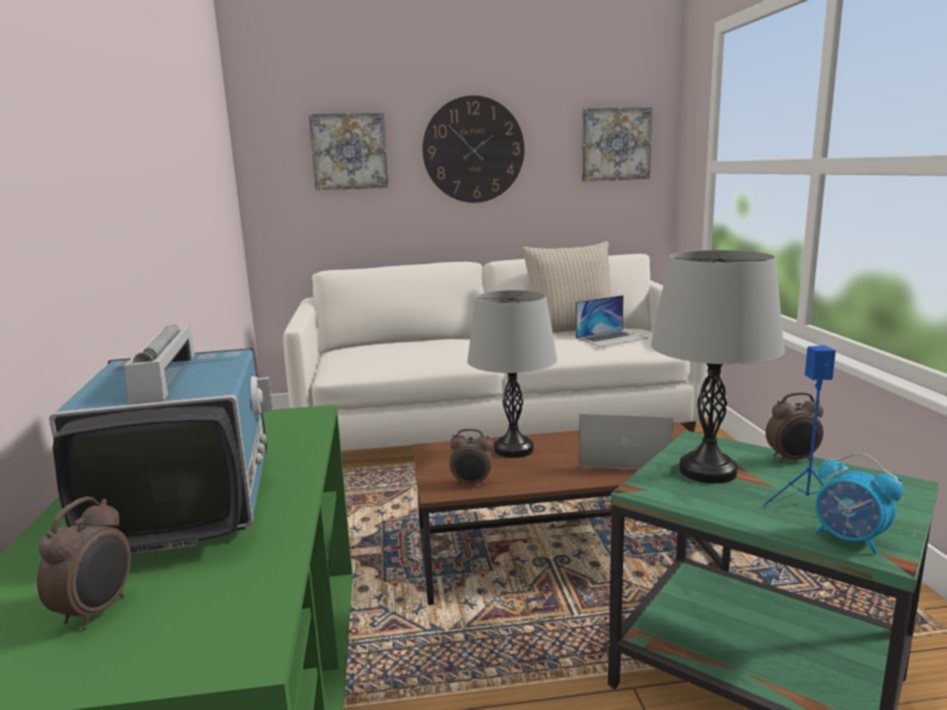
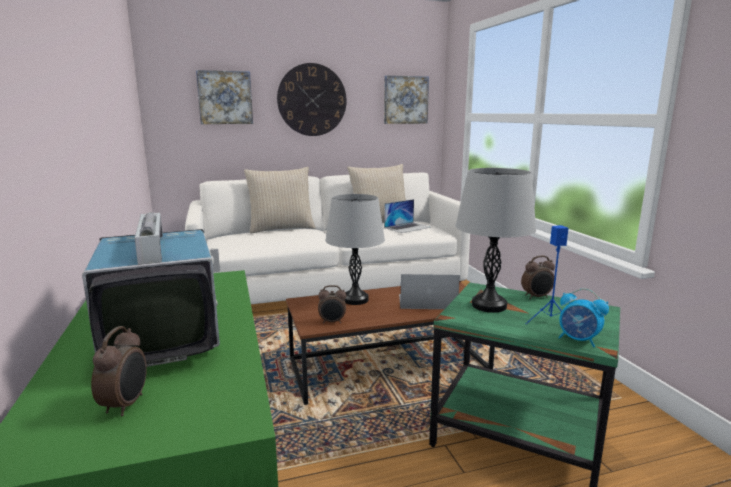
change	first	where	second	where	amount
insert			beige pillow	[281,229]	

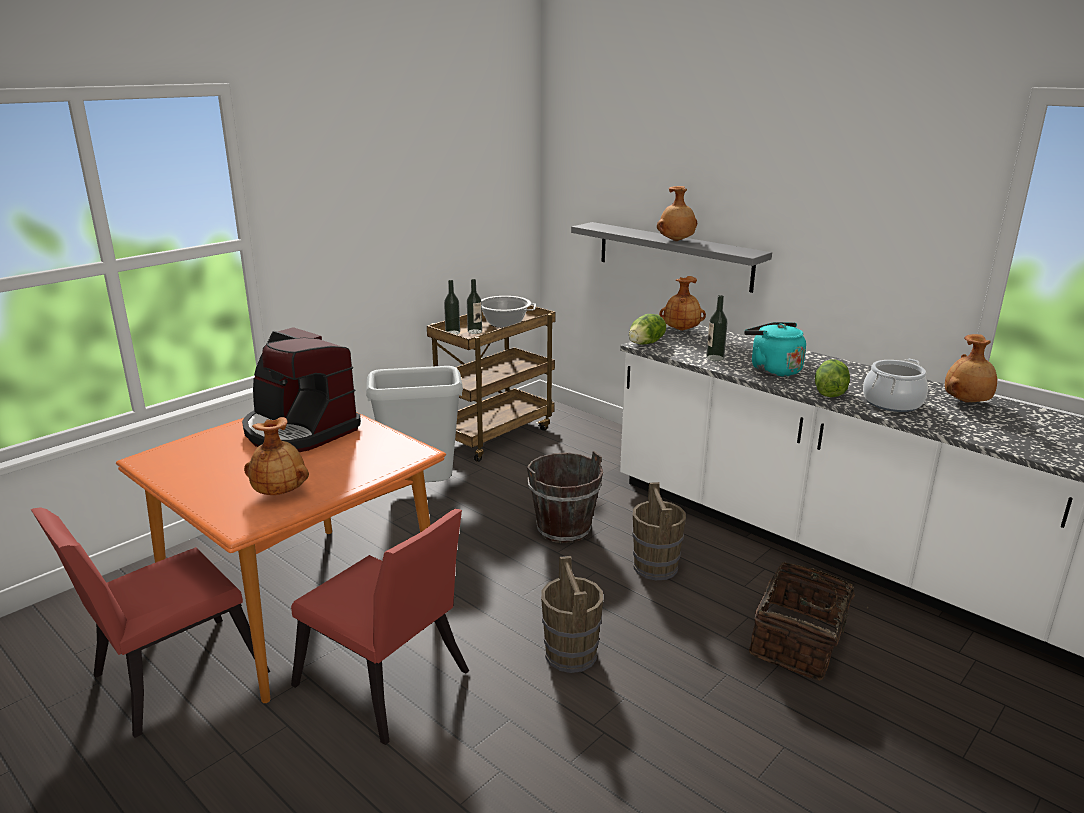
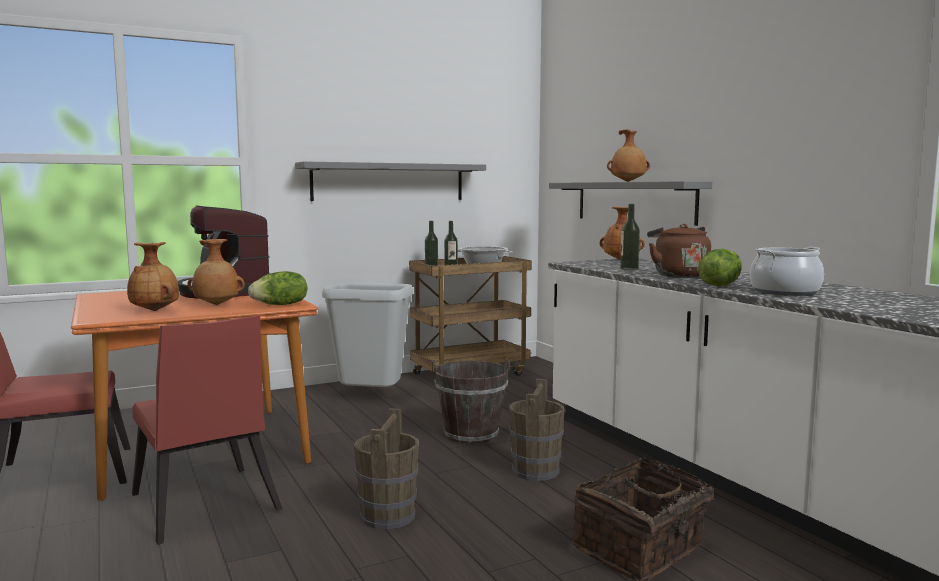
change	first	where	second	where	amount
move	lettuce	[646,343]		[281,305]	
recolor	turquoise kettle	[772,370]	brown kettle	[678,275]	
move	brown vase	[967,402]		[216,305]	
insert			grey shelf	[389,182]	

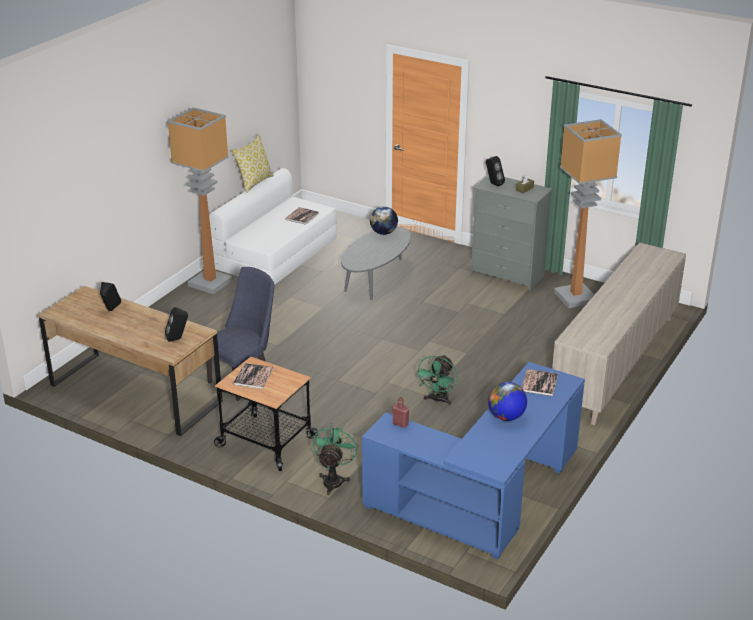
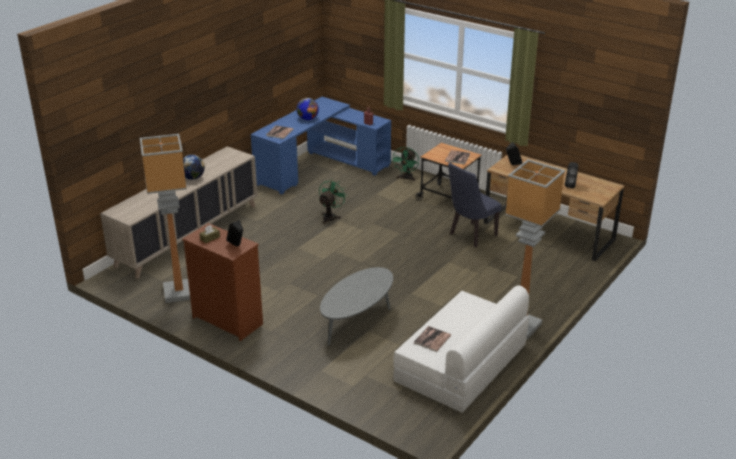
change	first	where	second	where	amount
delete	pillow	[254,182]			
move	globe	[383,233]		[193,178]	
recolor	grey dresser	[507,275]	brown dresser	[227,320]	

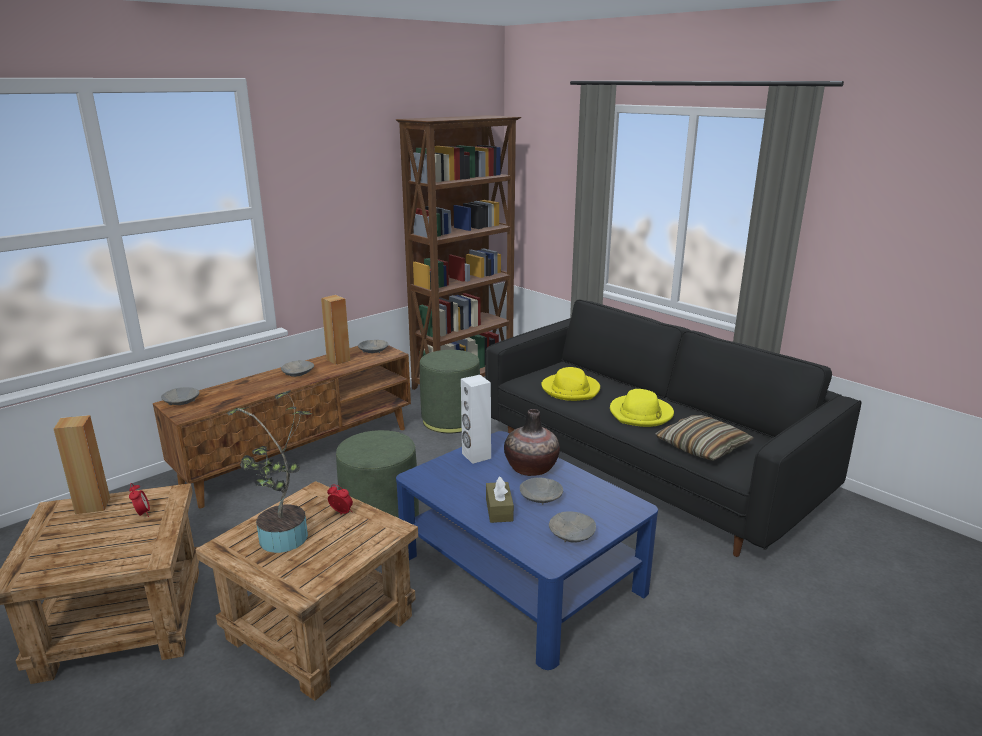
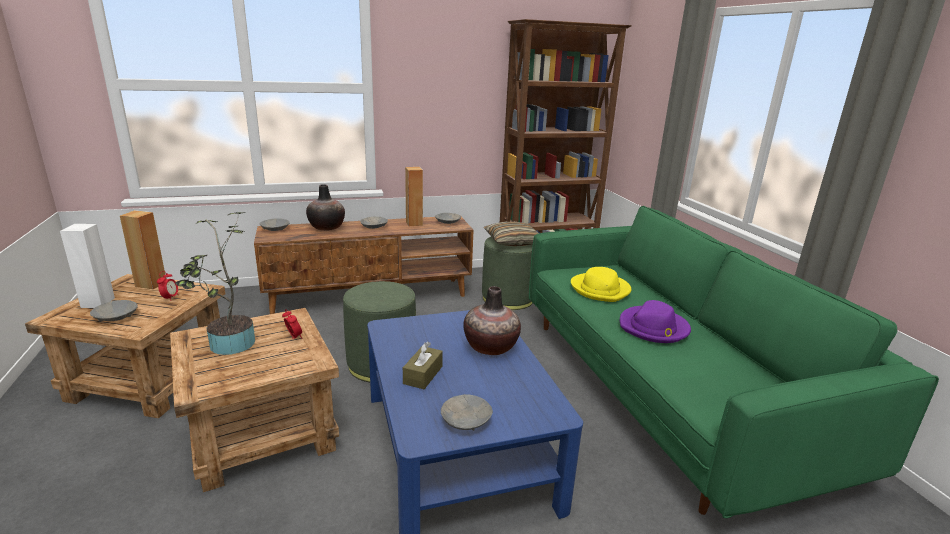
change	first	where	second	where	amount
move	white speaker	[476,456]		[97,302]	
recolor	black sofa	[647,468]	green sofa	[663,389]	
move	grey bowl	[541,498]		[116,317]	
recolor	yellow hat	[641,414]	purple hat	[653,328]	
move	pillow	[702,447]		[513,242]	
insert			vase	[326,227]	

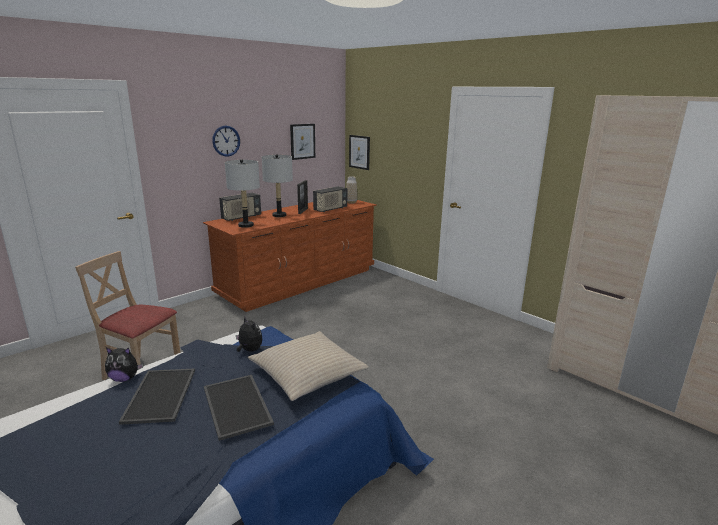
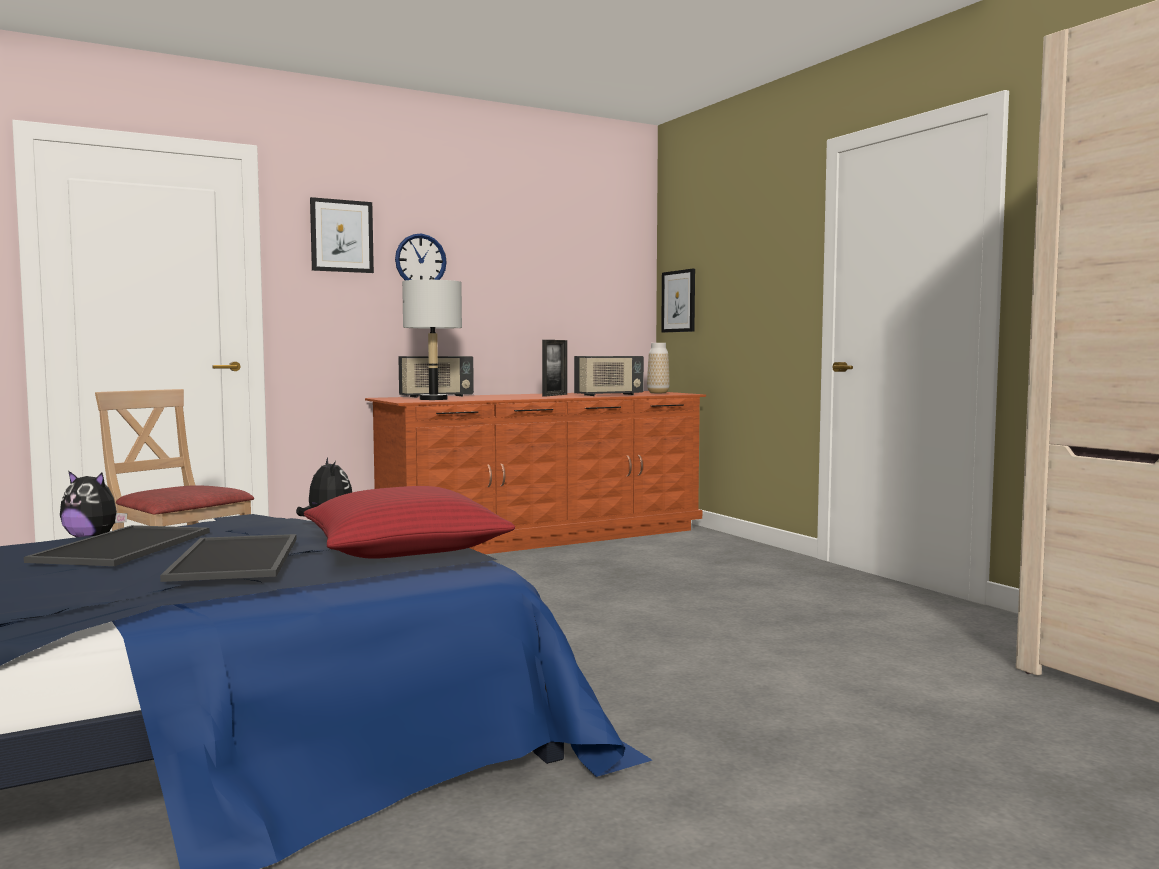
change	first	where	second	where	amount
recolor	beige pillow	[307,374]	red pillow	[405,548]	
delete	grey table lamp	[279,215]			
move	picture	[302,141]		[341,236]	

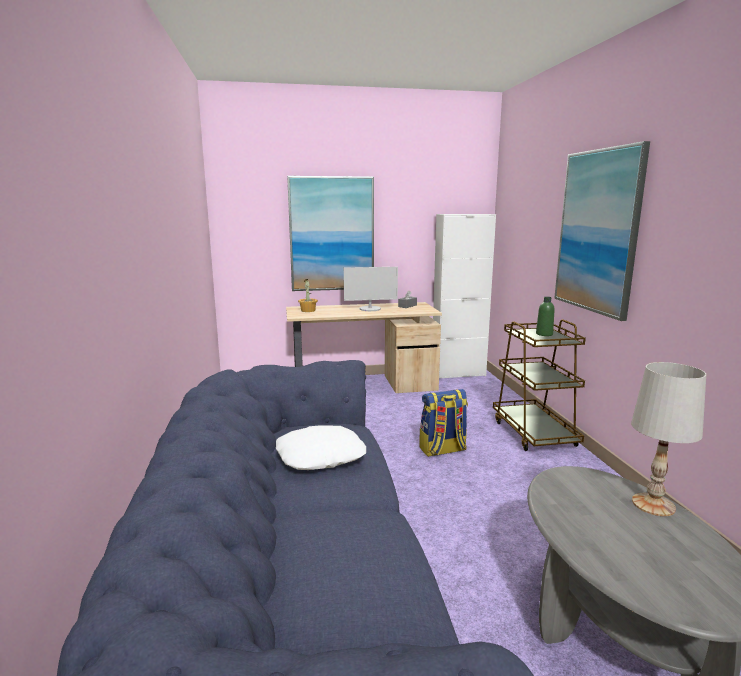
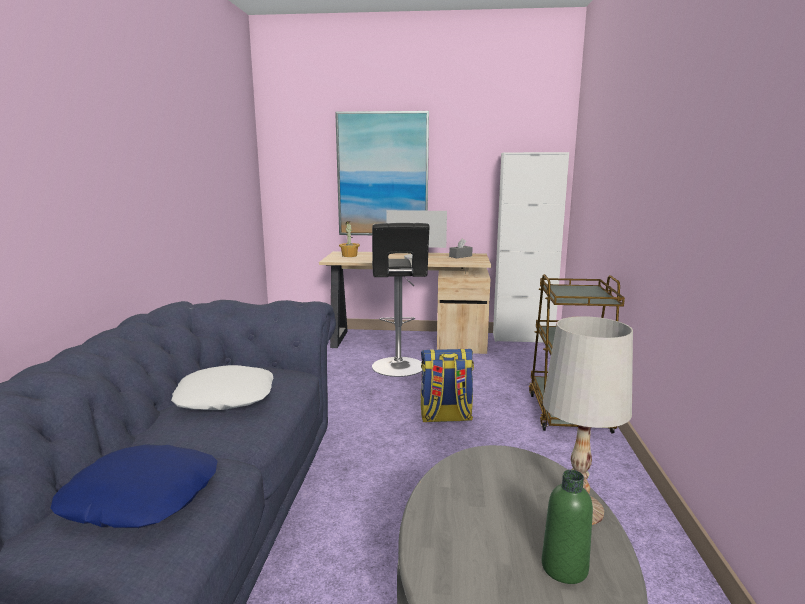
change	first	where	second	where	amount
move	green bottle	[544,334]		[564,567]	
delete	picture	[597,231]			
insert			blue pillow	[142,497]	
insert			black stool	[398,368]	

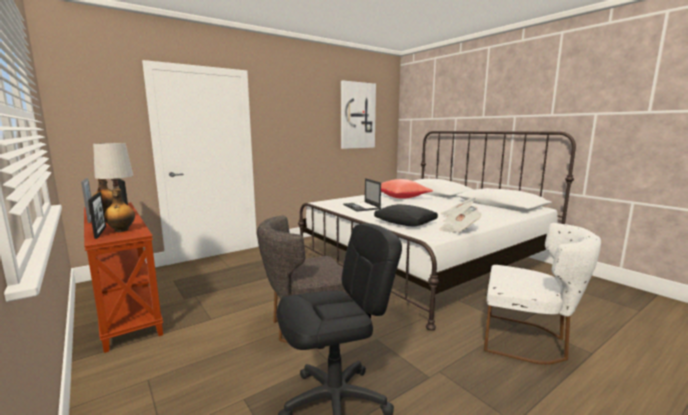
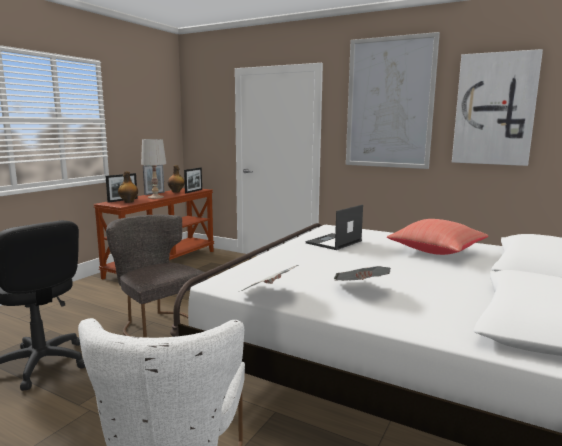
change	first	where	second	where	amount
delete	black pillow	[405,223]			
insert			picture	[389,103]	

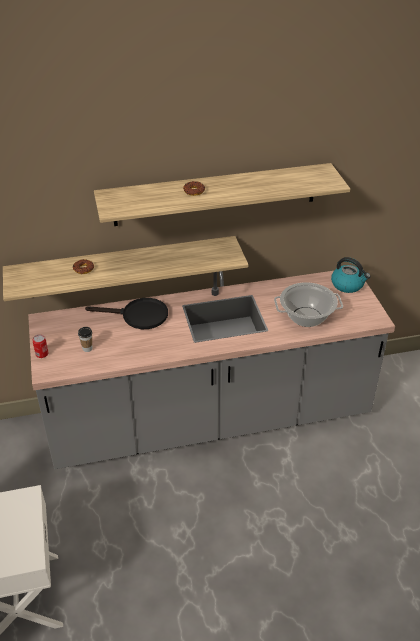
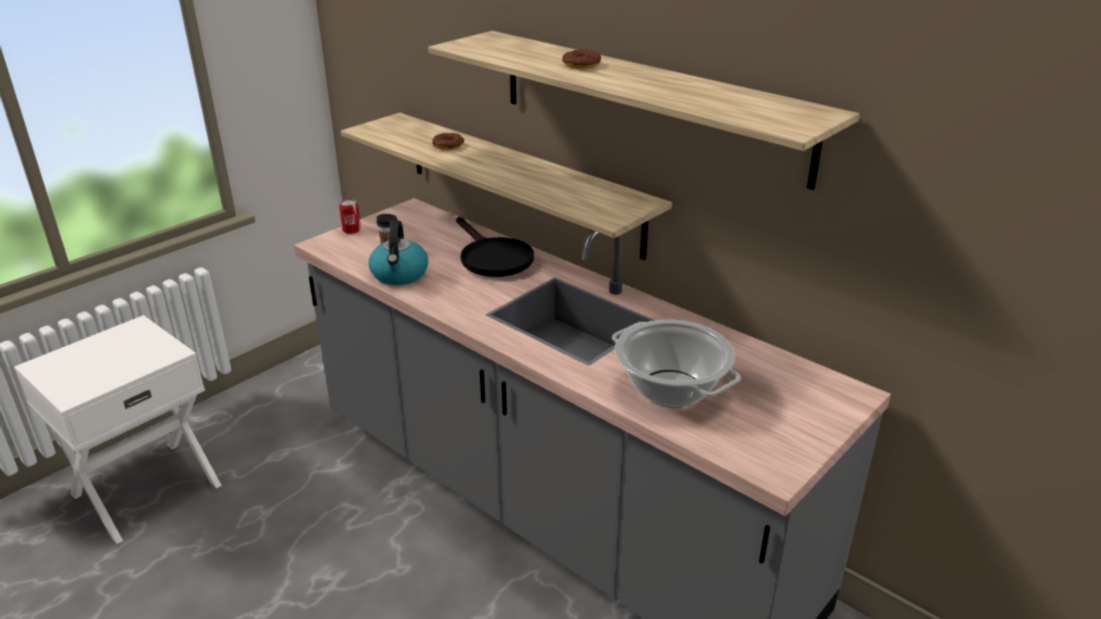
change	first	where	second	where	amount
move	kettle	[348,285]		[400,274]	

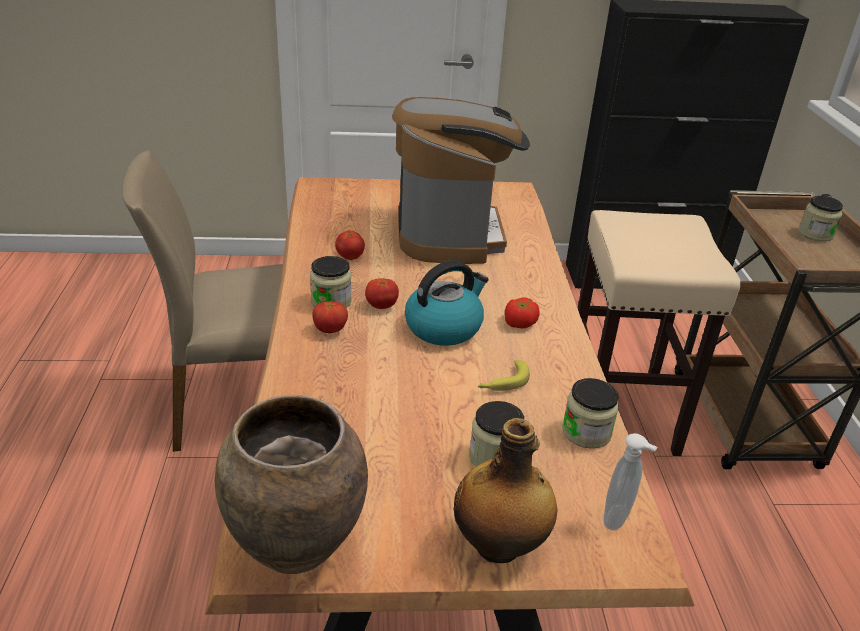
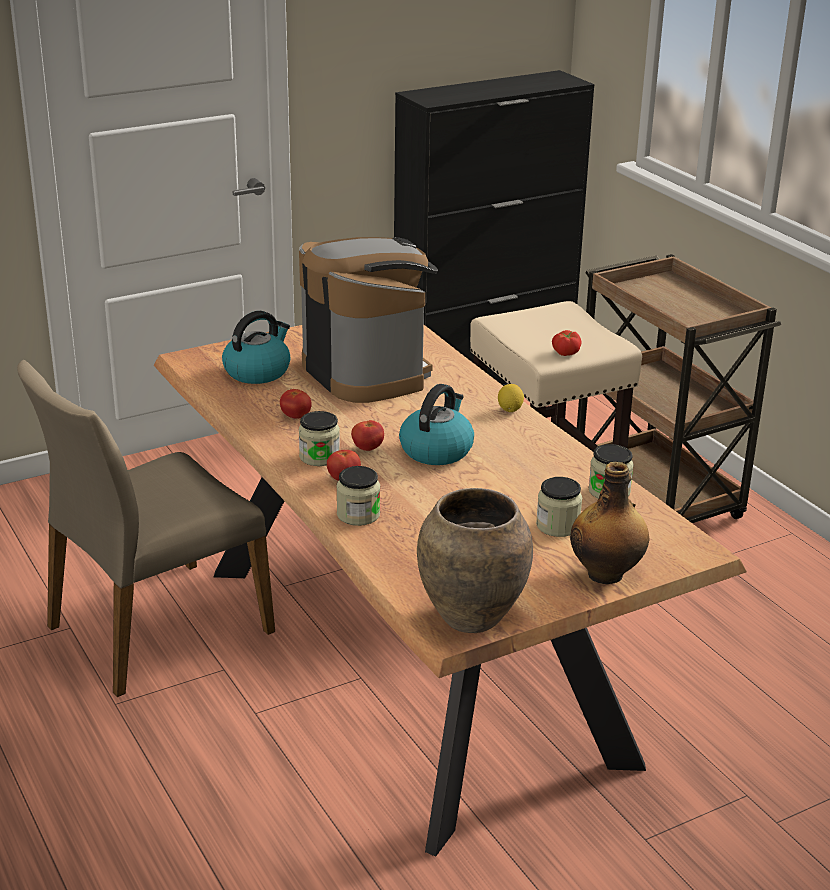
change	first	where	second	where	amount
delete	banana	[502,382]			
move	tomato	[519,323]		[565,352]	
delete	soap dispenser	[618,518]			
move	jar	[815,234]		[358,515]	
insert			kettle	[257,371]	
insert			lemon	[510,409]	

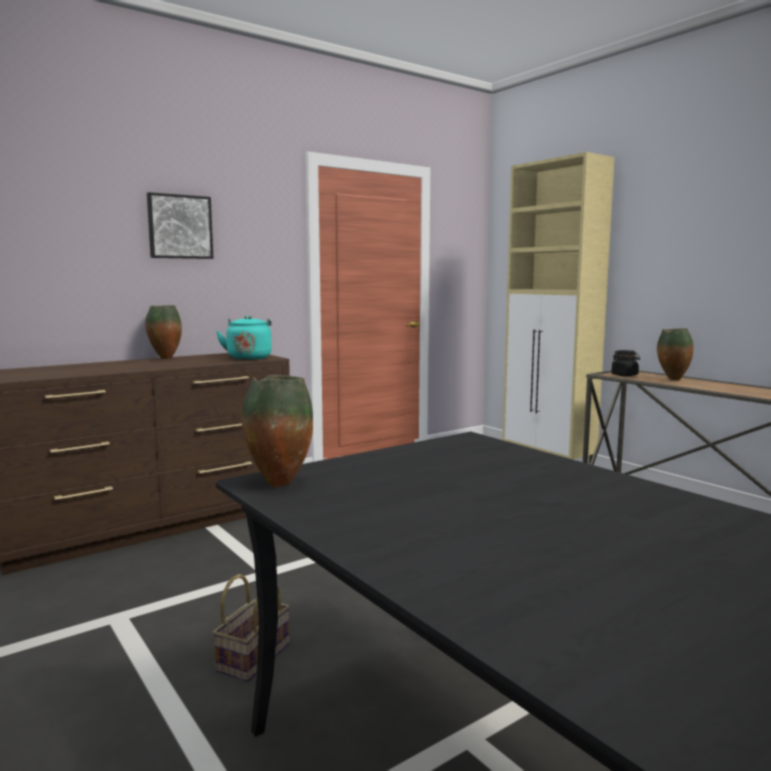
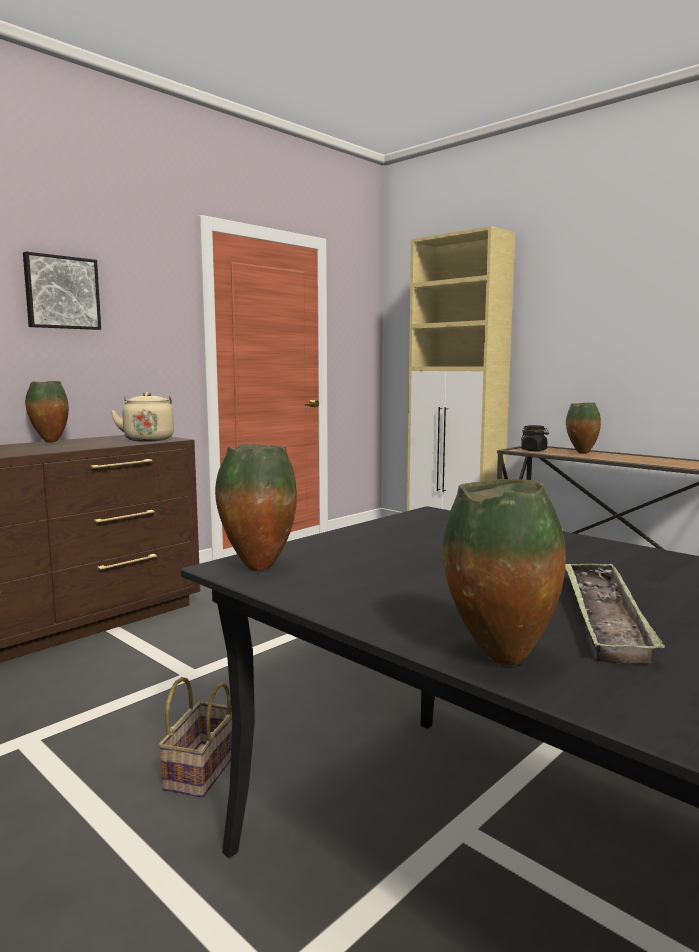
change	first	where	second	where	amount
recolor	turquoise kettle	[249,358]	beige kettle	[148,439]	
insert			vase	[498,660]	
insert			tray	[603,617]	

